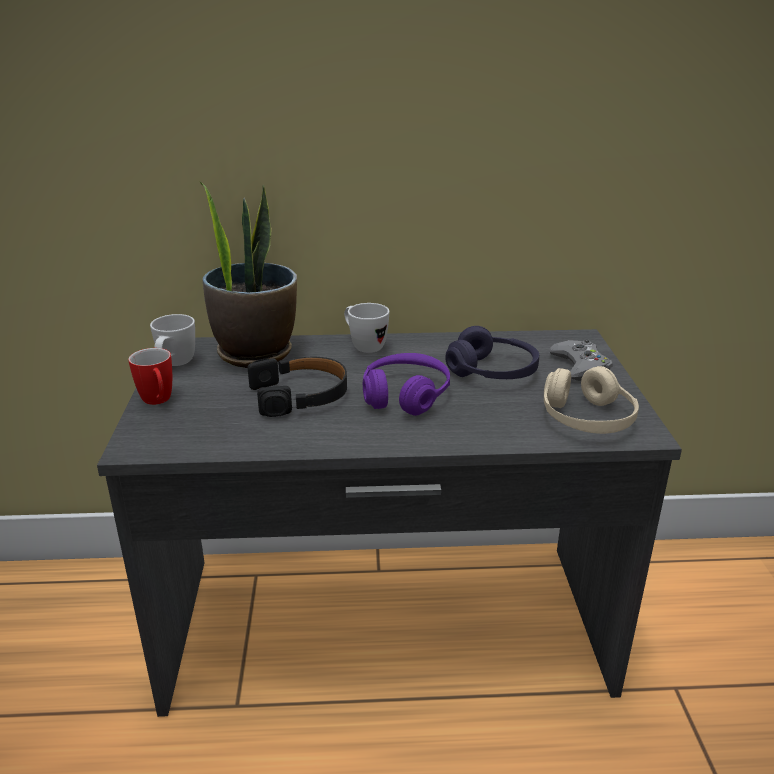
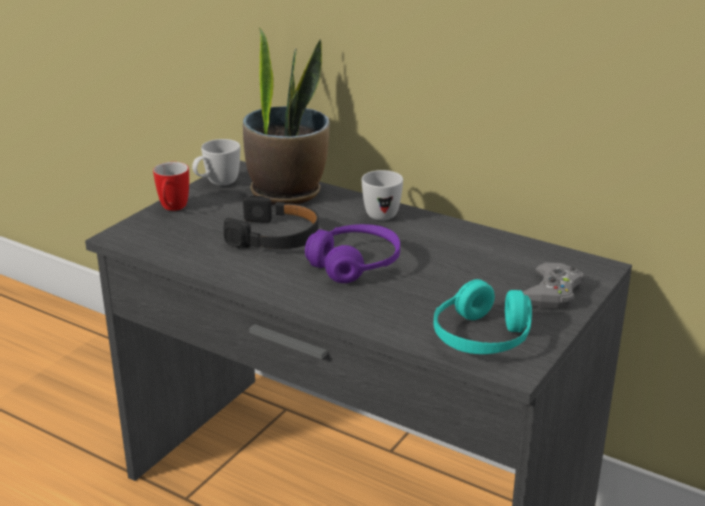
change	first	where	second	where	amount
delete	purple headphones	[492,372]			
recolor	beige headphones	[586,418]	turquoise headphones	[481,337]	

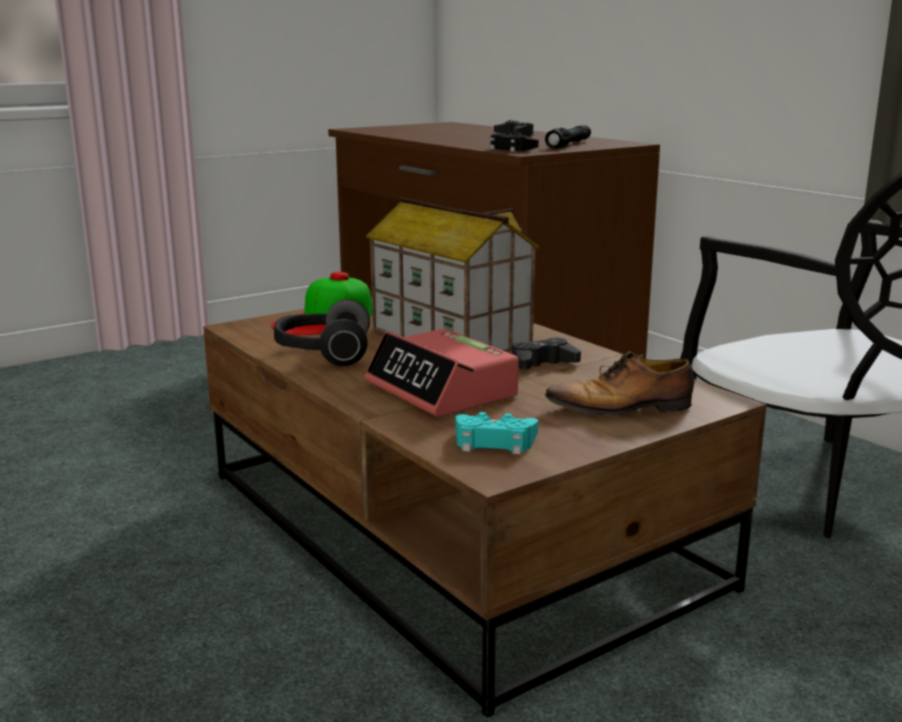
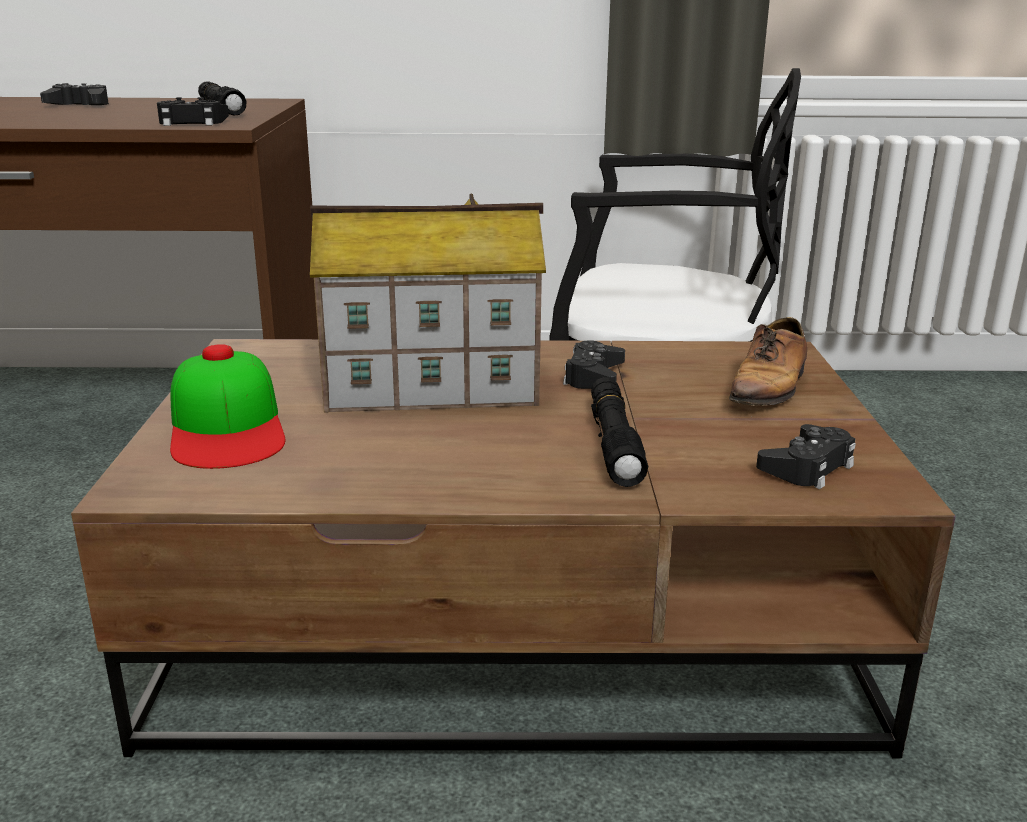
change	first	where	second	where	amount
delete	headphones	[322,353]			
replace	alarm clock	[441,390]	black flashlight	[614,443]	
recolor	turquoise game controller	[494,442]	black game controller	[807,466]	

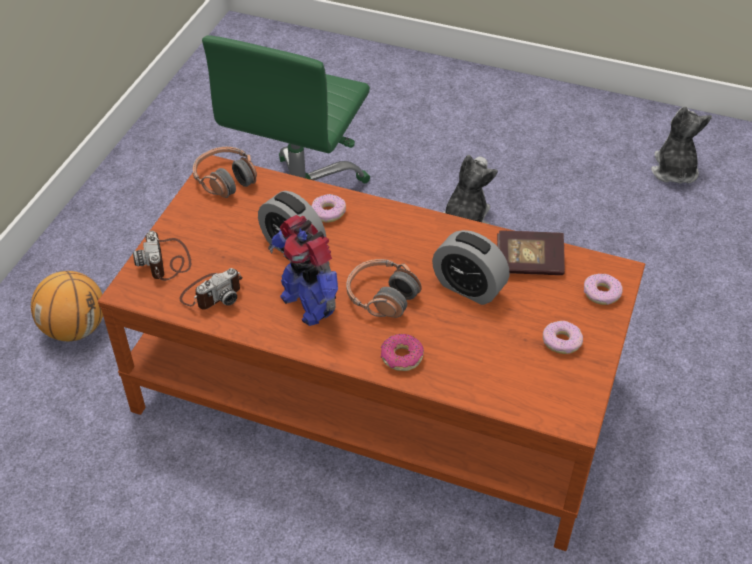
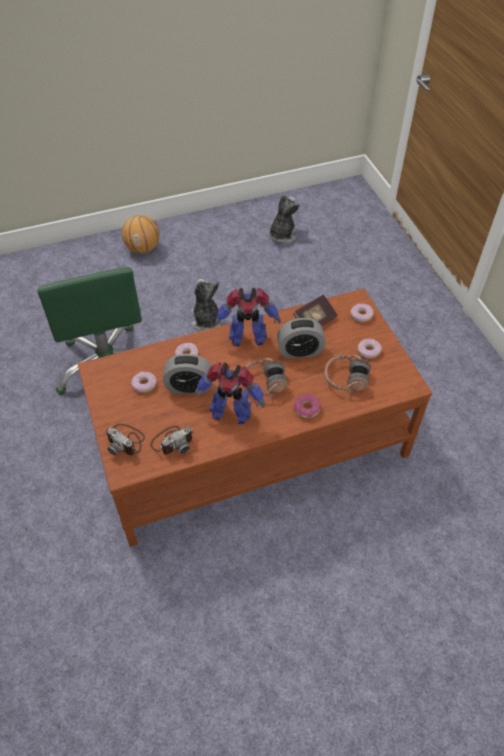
change	first	where	second	where	amount
move	basketball	[75,328]		[143,248]	
rotate	photo camera	[212,293]		[173,441]	45 degrees clockwise
move	headphones	[226,179]		[346,379]	
rotate	plush toy	[673,170]		[282,235]	60 degrees clockwise
insert			donut	[144,384]	
insert			toy robot	[247,337]	

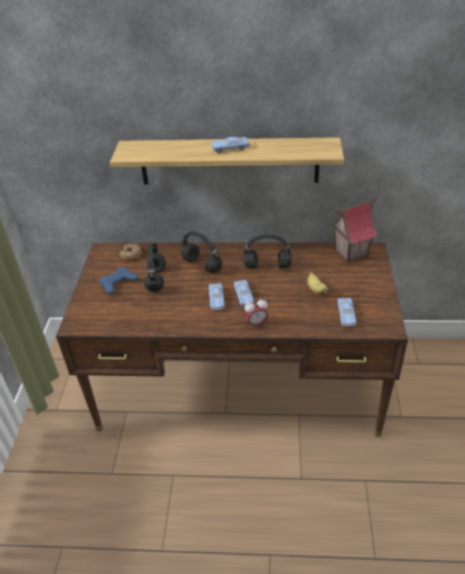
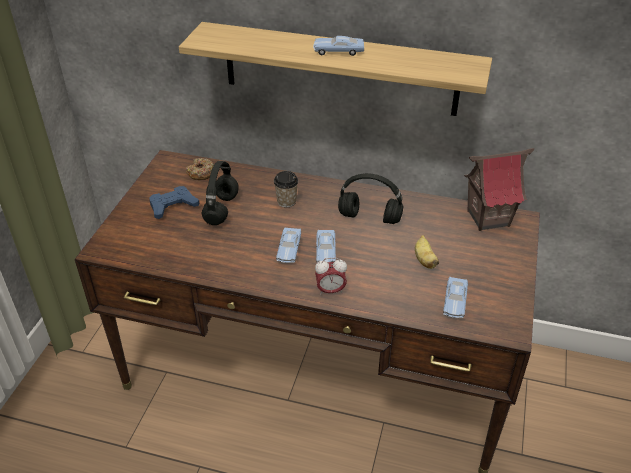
change	first	where	second	where	amount
replace	black headphones	[203,265]	cup	[286,201]	

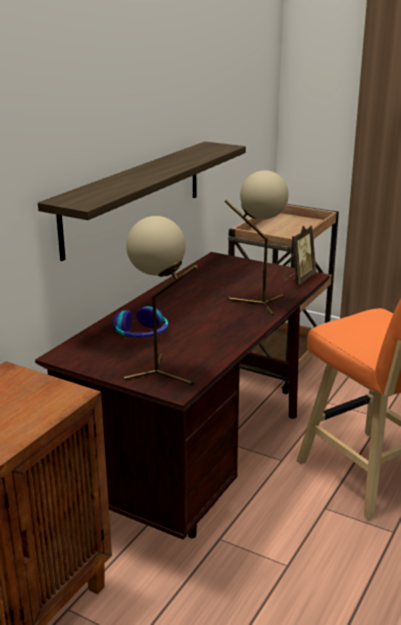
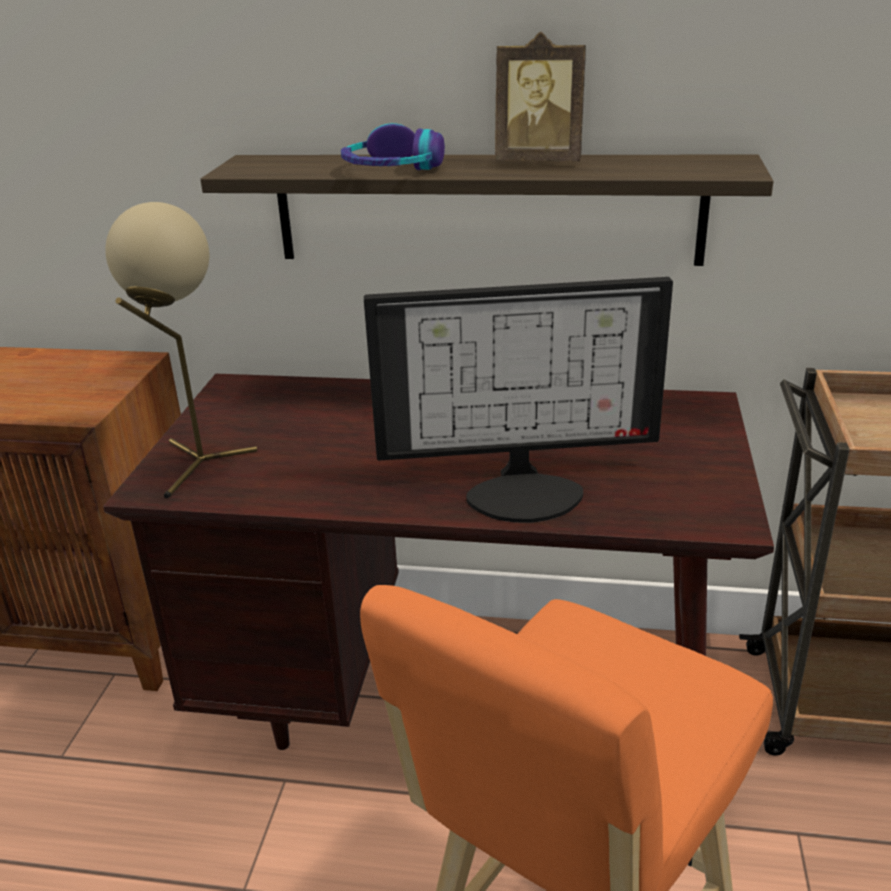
change	first	where	second	where	amount
move	headphones	[141,333]		[391,170]	
replace	beige table lamp	[258,303]	monitor	[525,490]	
move	picture frame	[298,279]		[539,161]	

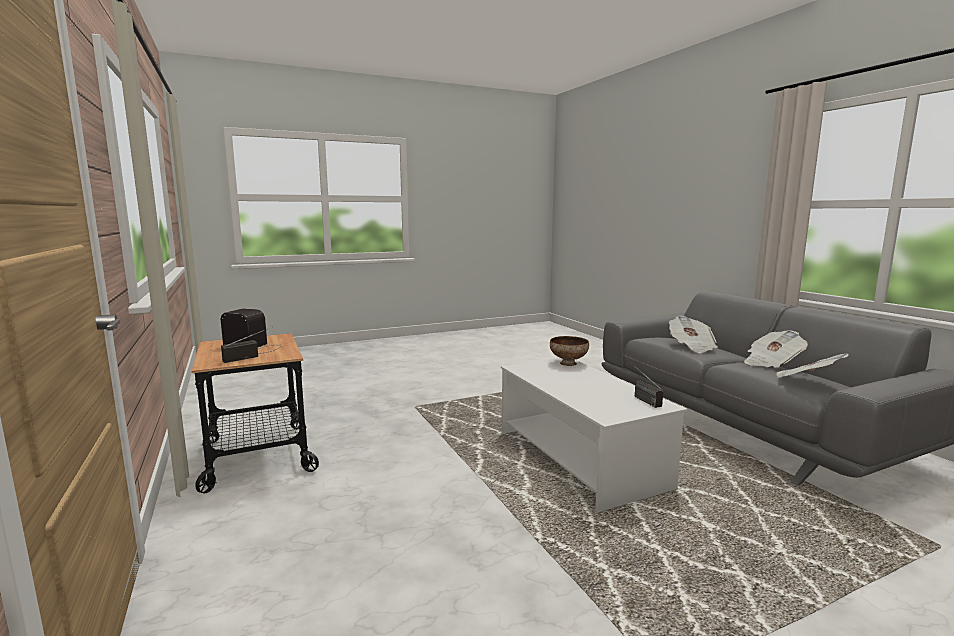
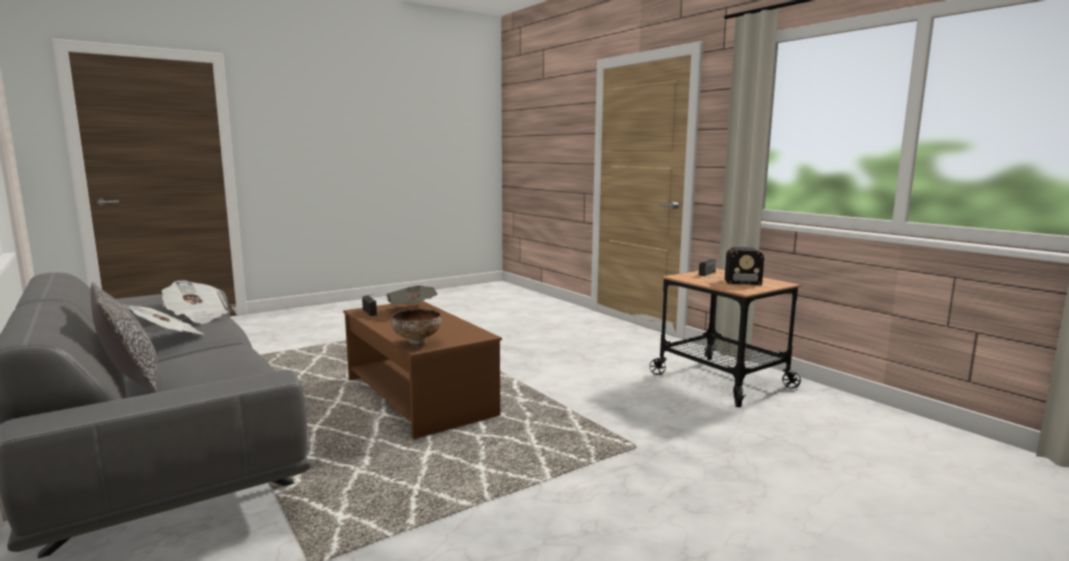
change	first	where	second	where	amount
recolor	white coffee table	[580,459]	brown coffee table	[418,396]	
move	newspaper	[691,347]		[412,310]	
insert			pillow	[131,384]	

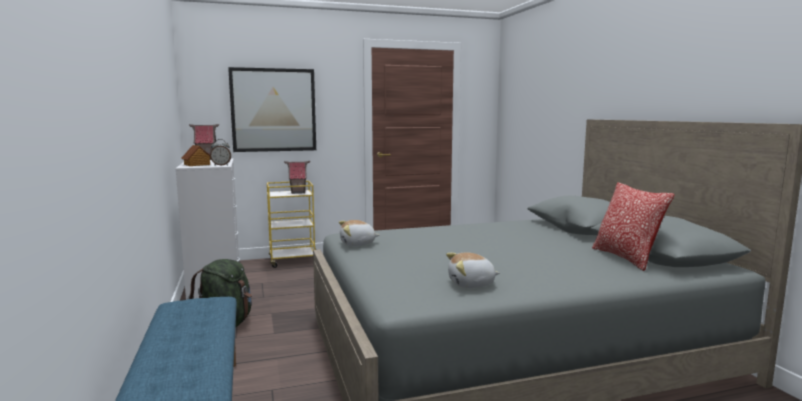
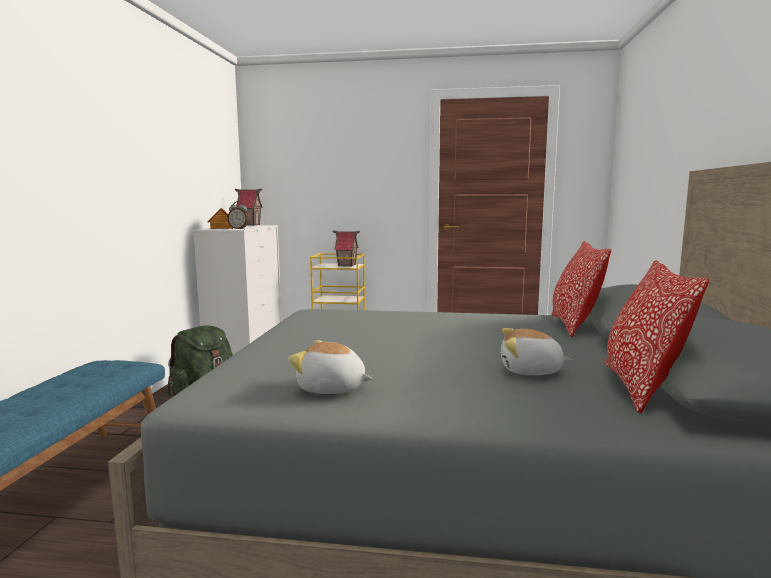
change	first	where	second	where	amount
delete	picture	[273,110]			
move	plush toy	[357,244]		[531,371]	
insert			pillow	[574,325]	

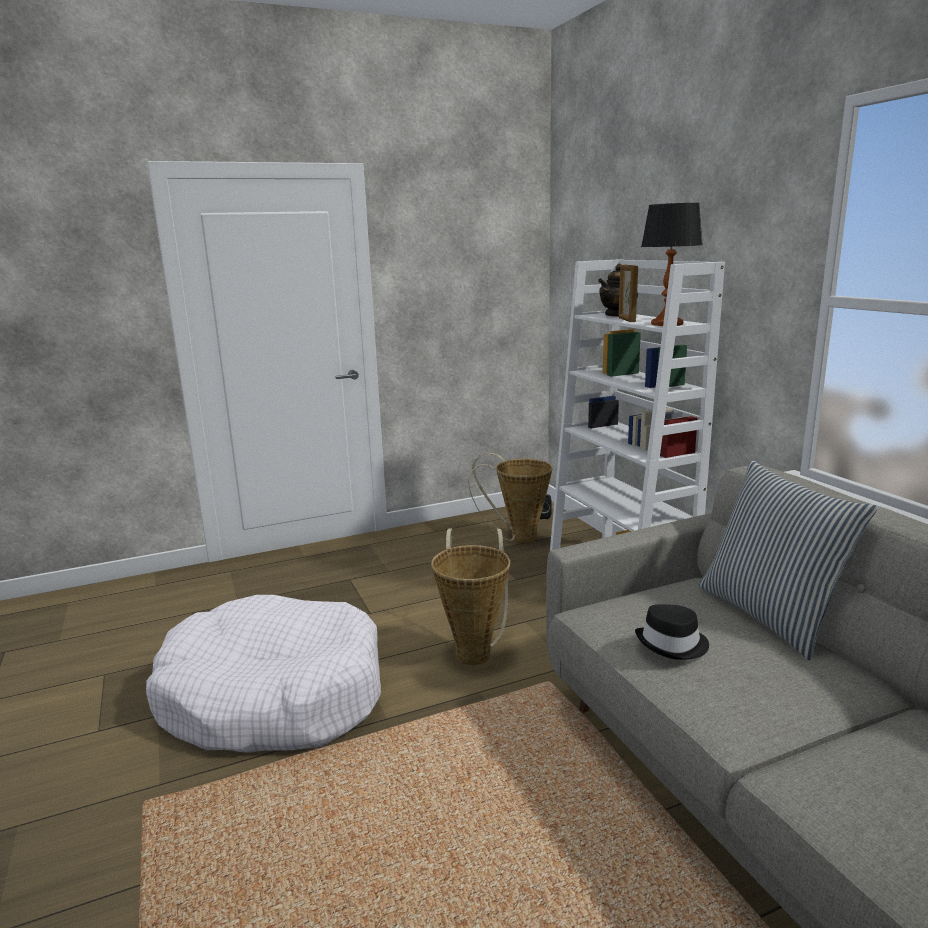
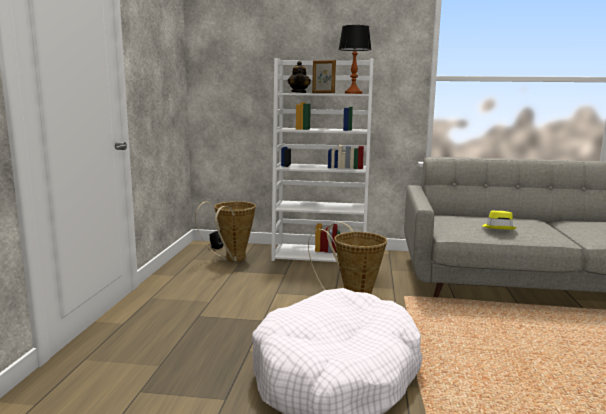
change	first	where	second	where	amount
recolor	black hat	[673,644]	yellow hat	[498,227]	
delete	pillow	[770,615]			

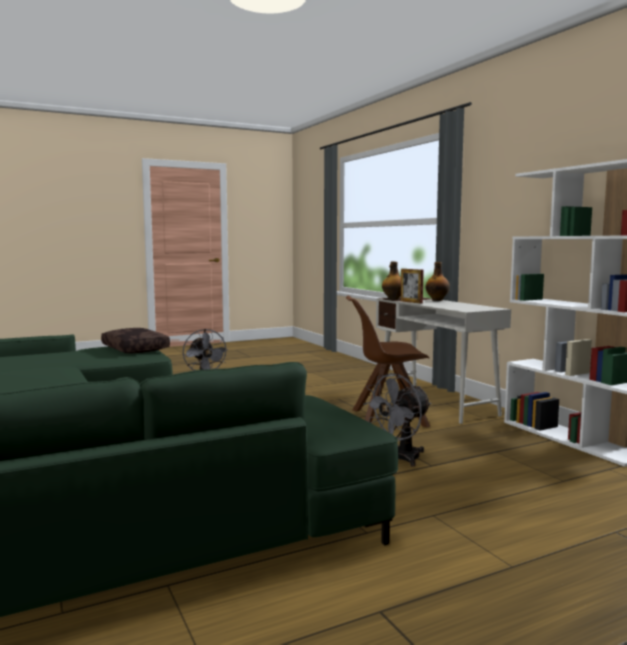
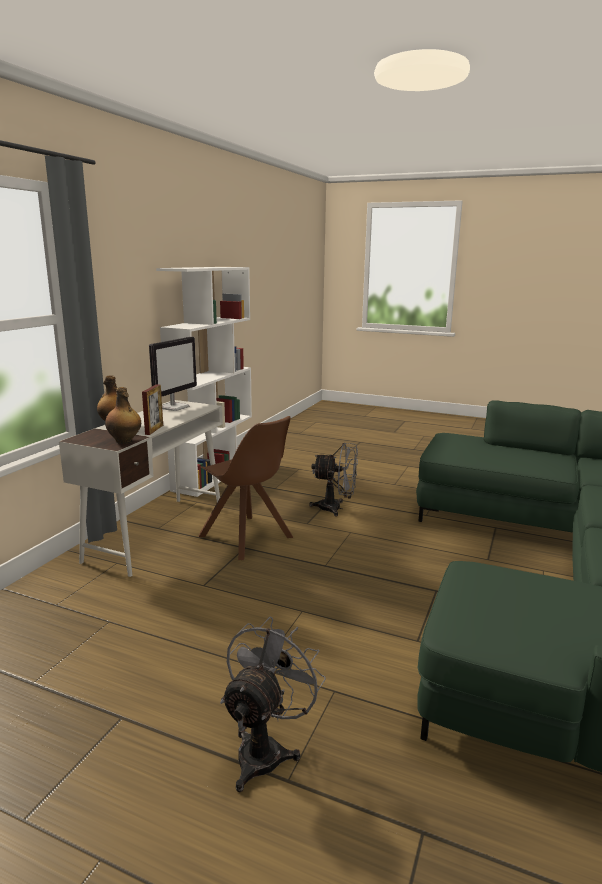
change	first	where	second	where	amount
delete	brown pillow	[134,349]			
insert			monitor	[173,407]	

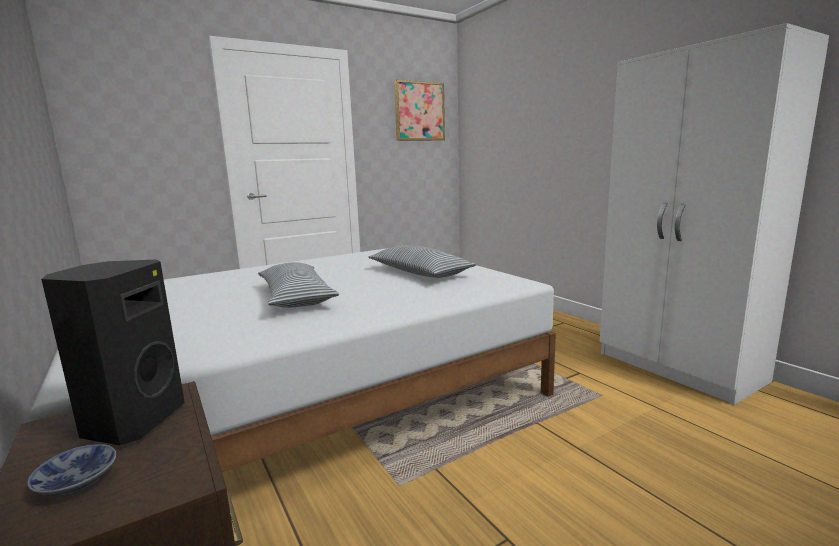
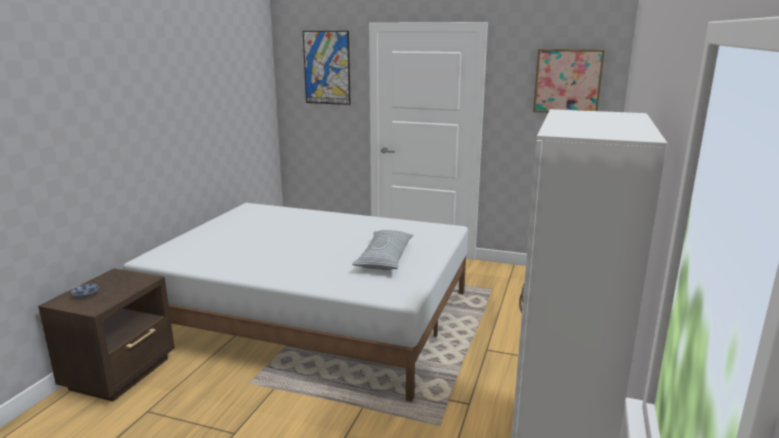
change	first	where	second	where	amount
delete	black speaker	[132,421]			
delete	pillow	[295,297]			
insert			picture	[327,68]	

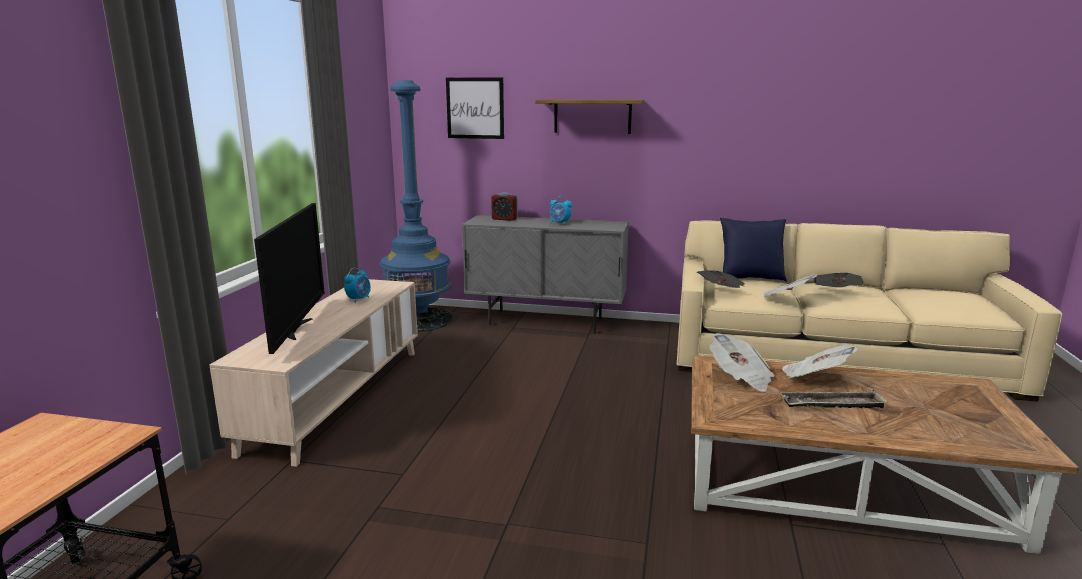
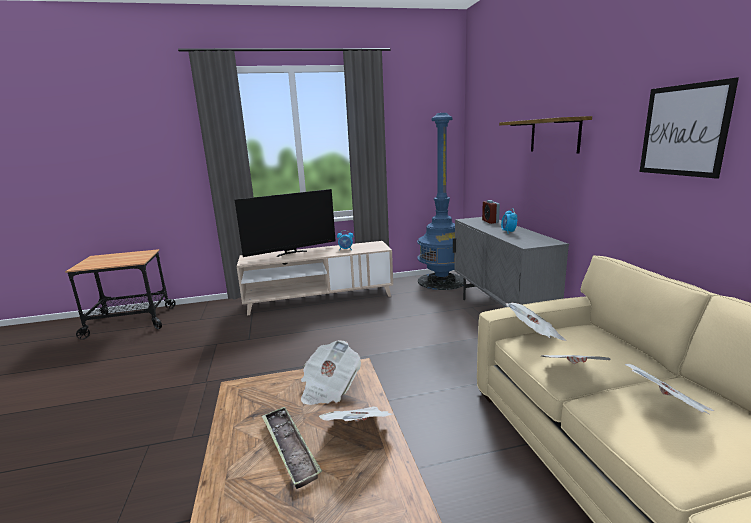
change	first	where	second	where	amount
move	picture	[475,108]		[683,130]	
delete	blue pillow	[750,279]			

